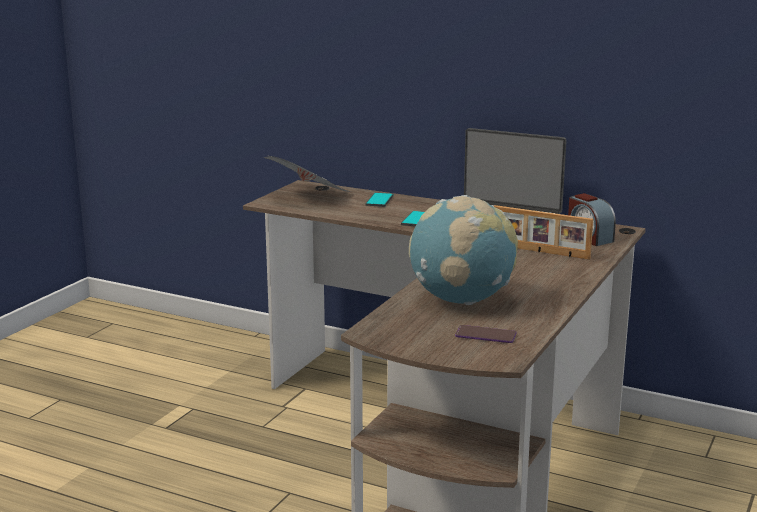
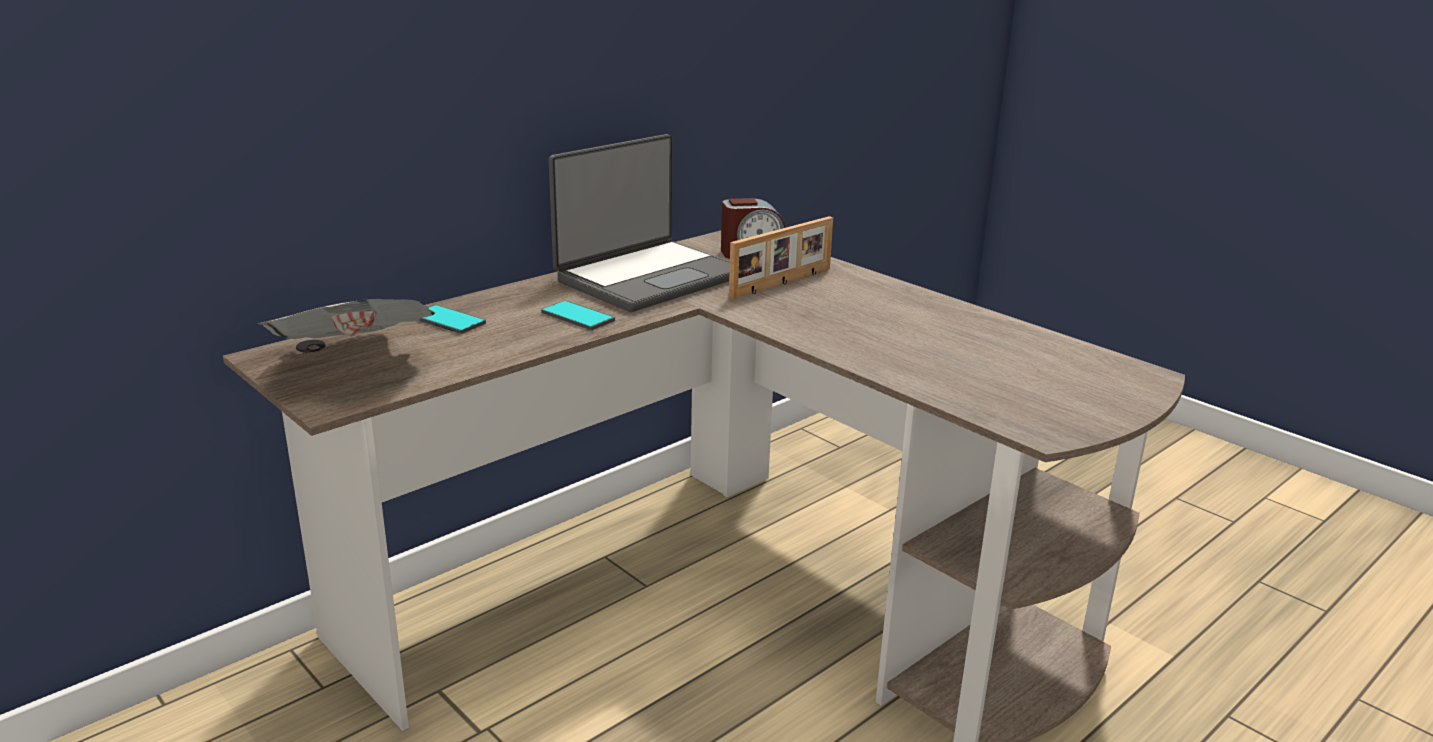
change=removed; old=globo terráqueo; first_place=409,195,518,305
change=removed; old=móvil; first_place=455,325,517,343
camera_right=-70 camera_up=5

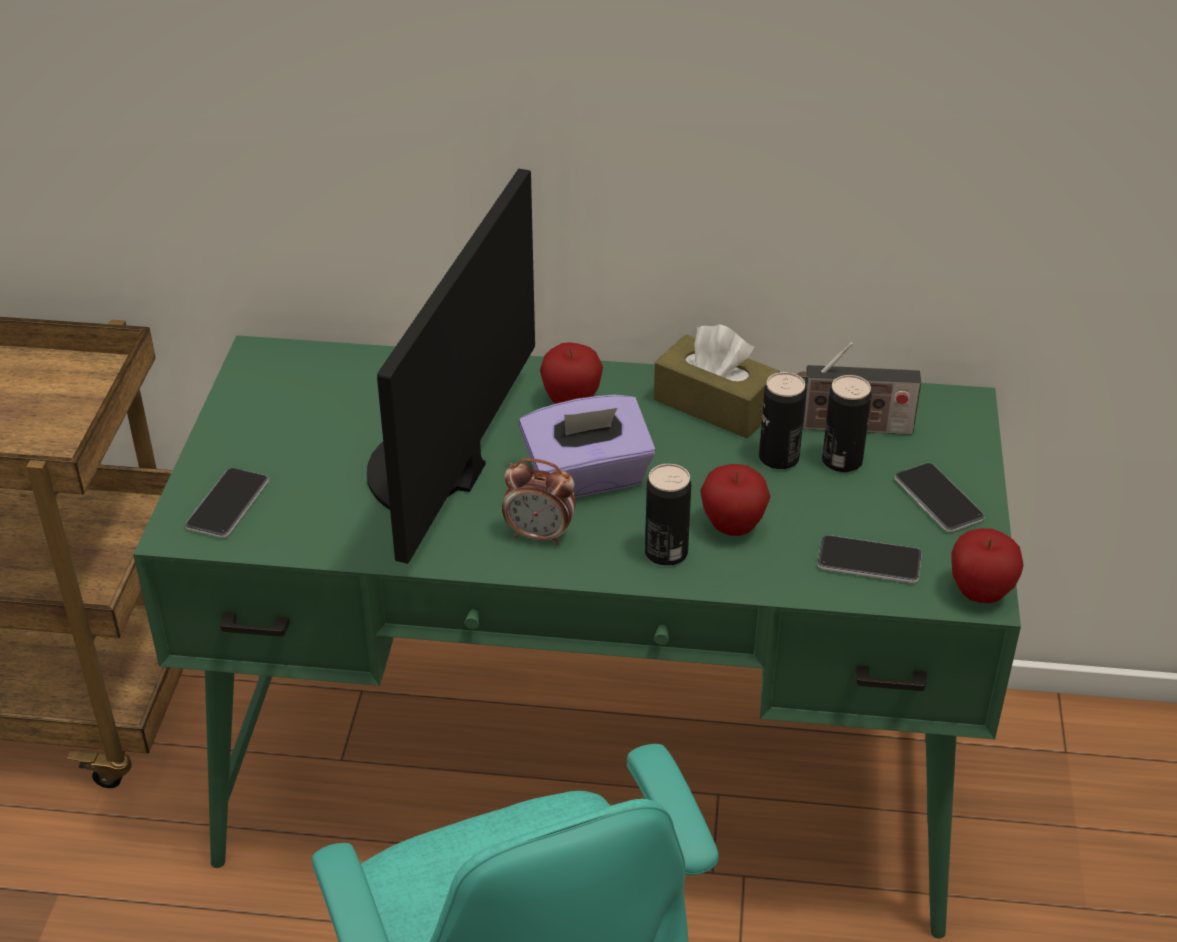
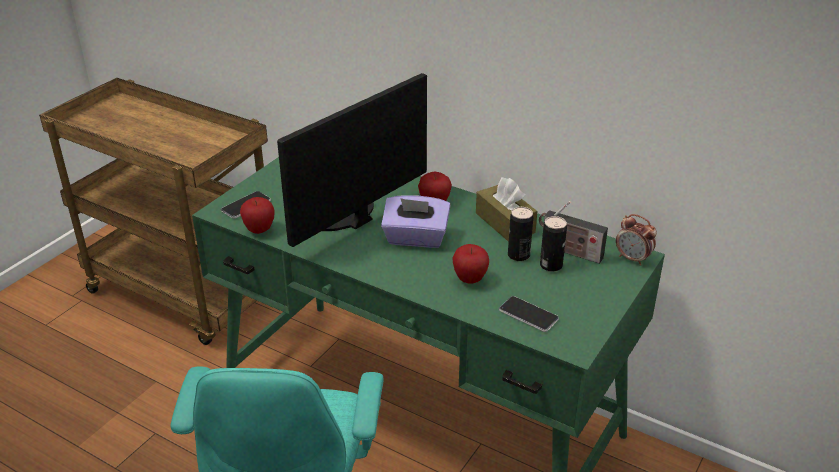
change=moved; old=manzana; first_place=951,528,1024,603; second_place=240,197,275,234
change=moved; old=despertador; first_place=502,458,576,545; second_place=616,214,657,266
change=removed; old=lata; first_place=645,464,691,566
change=removed; old=móvil; first_place=894,463,985,532
camera_right=25 camera_up=-5

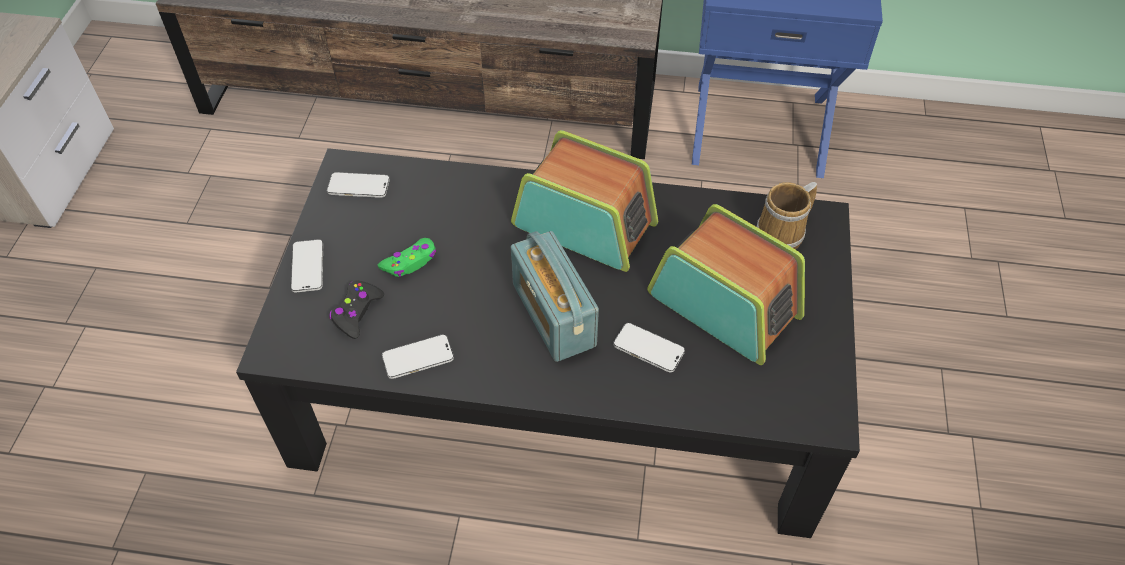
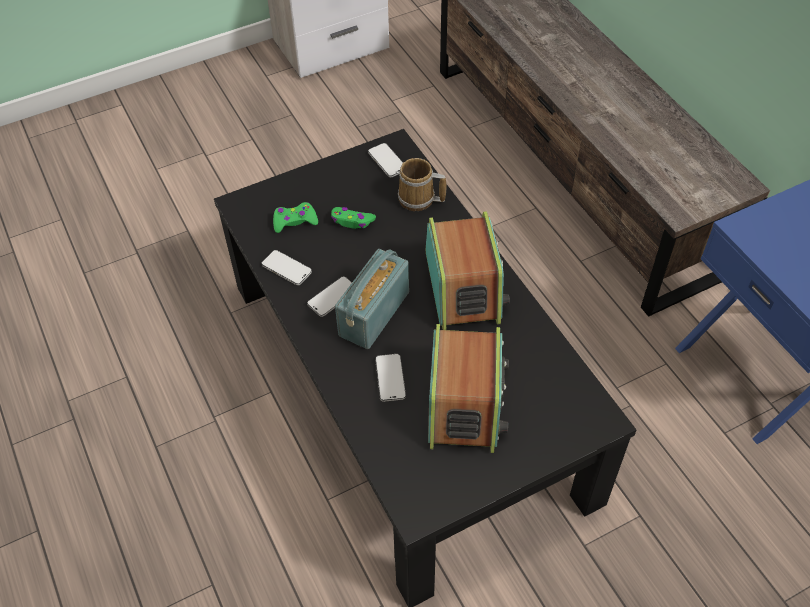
change=recoloured; old=mando de consola [negro]; new=mando de consola [verde]; first_place=330,280,384,339; second_place=273,202,318,233
change=moved; old=móvil; first_place=291,239,323,293; second_place=307,276,352,317
change=moved; old=taza grande; first_place=756,182,817,249; second_place=398,158,447,211
camera_right=55 camera_up=0

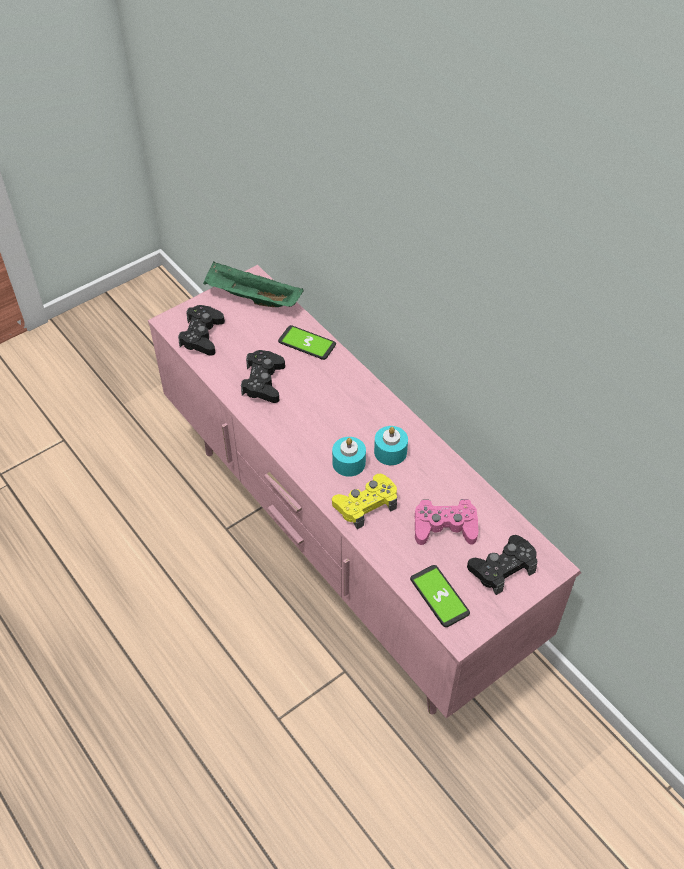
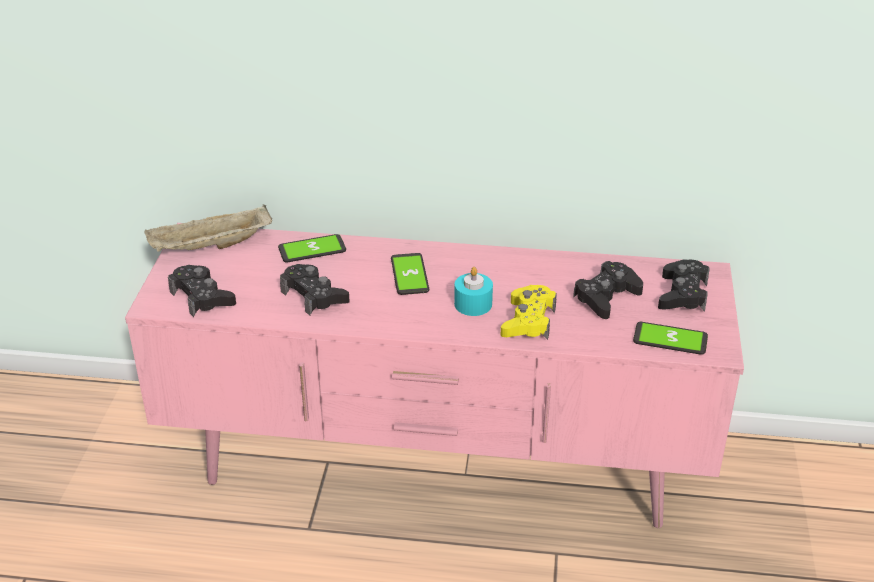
change=recoloured; old=bandeja [verde]; new=bandeja [beis]; first_place=203,262,304,307; second_place=144,205,272,252
change=added; new=móvil; second_place=391,253,429,295
change=recoloured; old=mando de consola [rosa]; new=mando de consola [negro]; first_place=415,499,479,545; second_place=573,261,643,319
change=removed; old=vela [turquesa]; first_place=374,426,408,465
camera_right=-45 camera_up=-15

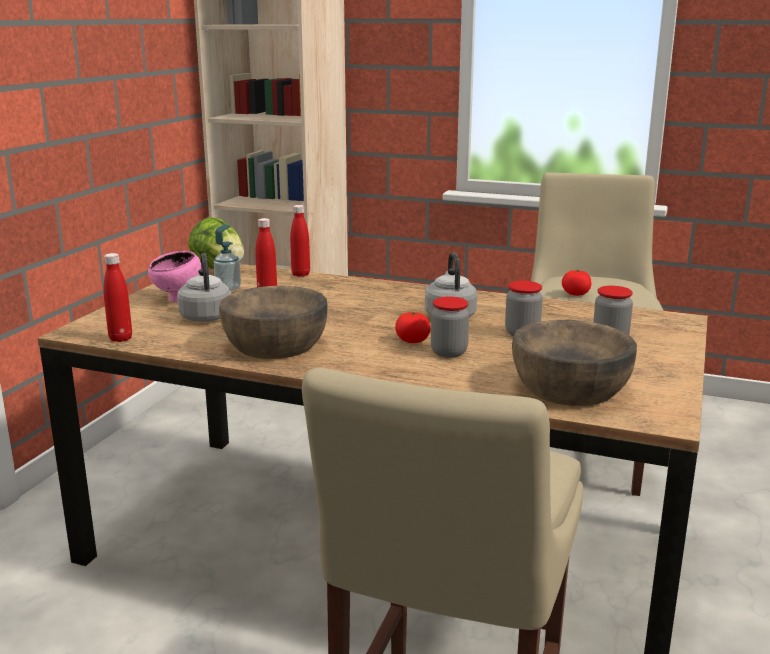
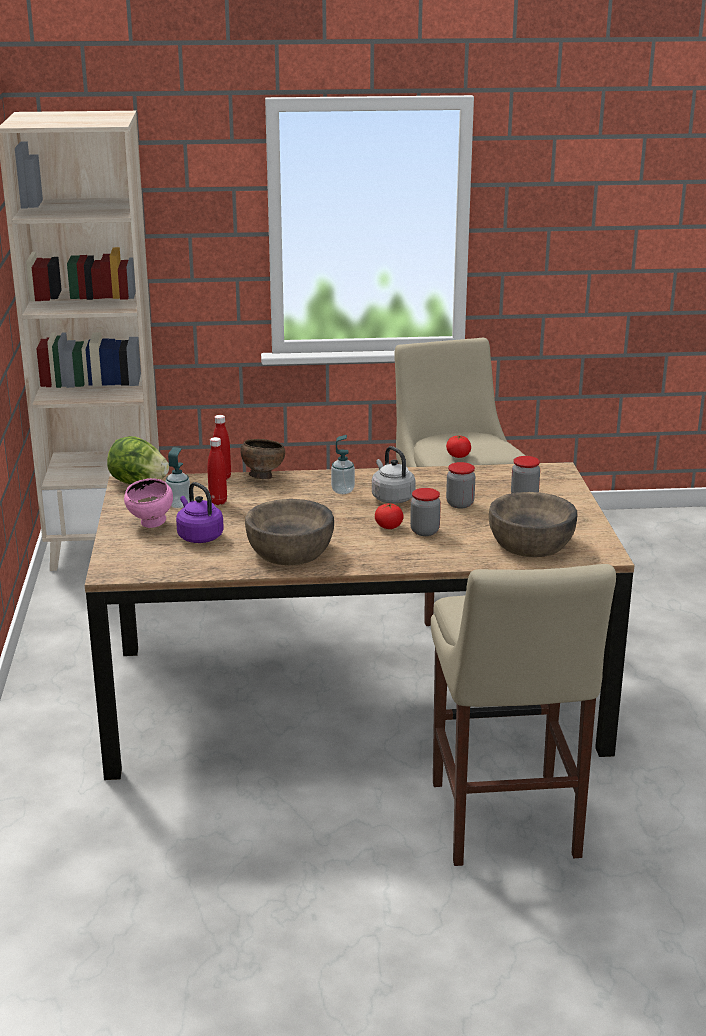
change=recoloured; old=hervidor [gris]; new=hervidor [morado]; first_place=177,253,231,322; second_place=176,482,224,543
change=added; new=cuenco [marrón]; second_place=240,439,285,479
change=added; new=dispensador de jabón; second_place=331,435,355,494
change=removed; old=botella [rojo]; first_place=103,253,132,342
camera_right=-25 camera_up=5

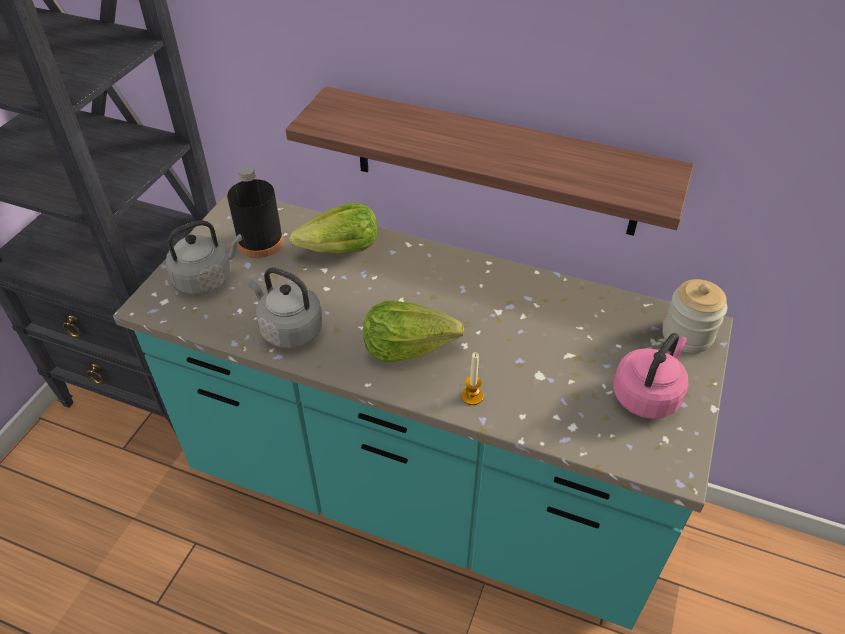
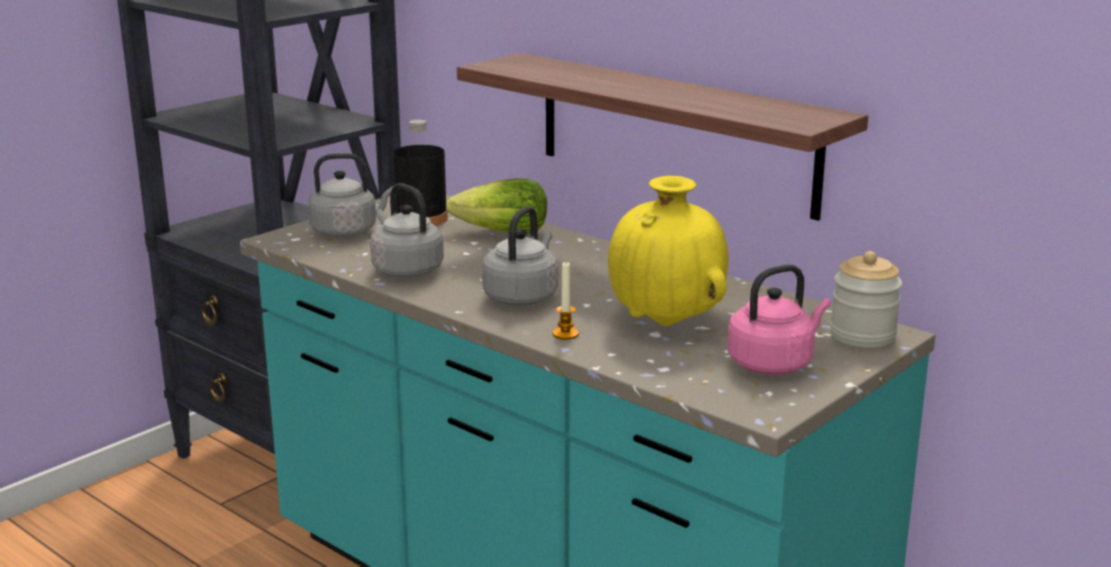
change=replaced; old=lechuga; new=hervidor [gris]; first_place=363,301,464,362; second_place=482,206,558,306
change=added; new=florero [amarillo]; second_place=608,176,729,326
camera_right=20 camera_up=-25

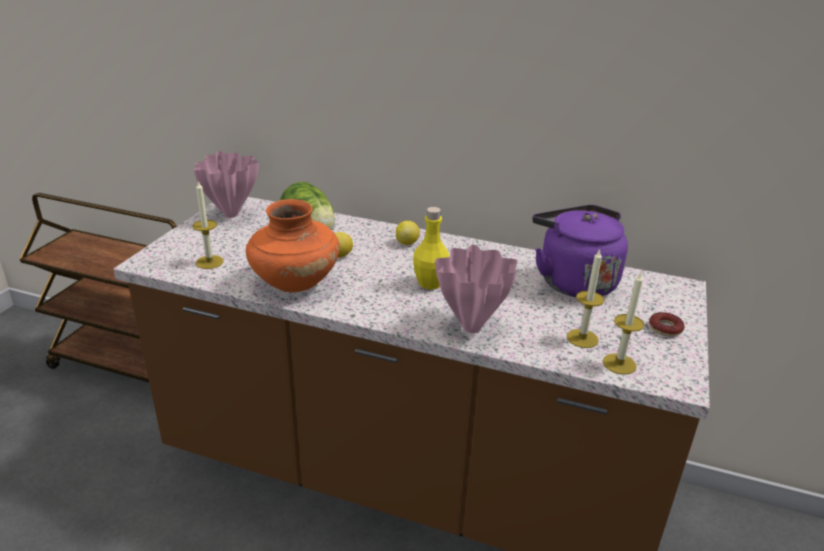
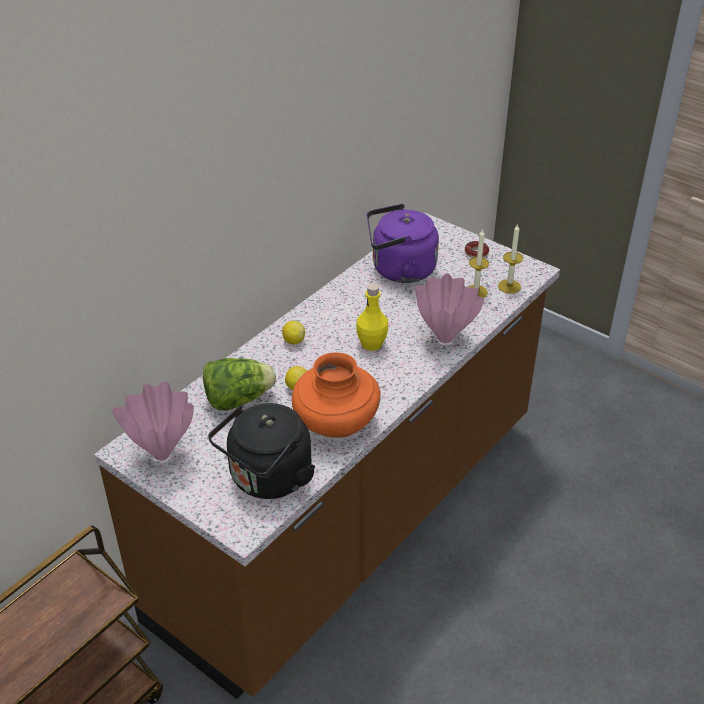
change=replaced; old=vela; new=hervidor [negro]; first_place=192,180,224,269; second_place=208,403,315,499
camera_right=-70 camera_up=10

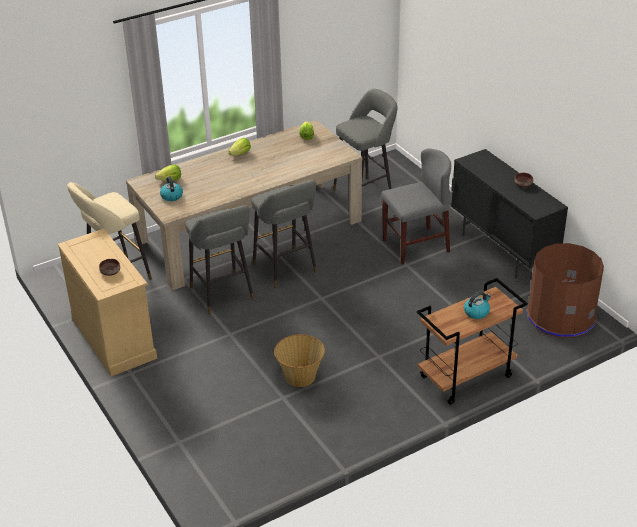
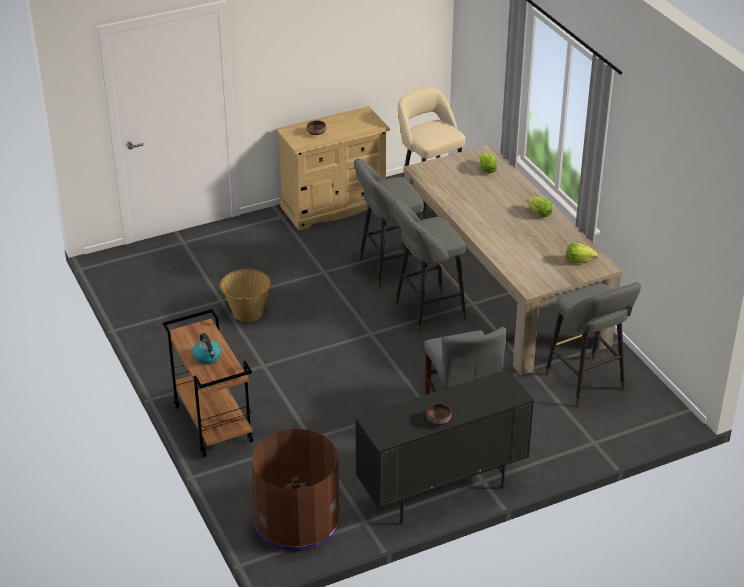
change=removed; old=hervidor; first_place=160,177,183,201
camera_right=95 camera_up=0

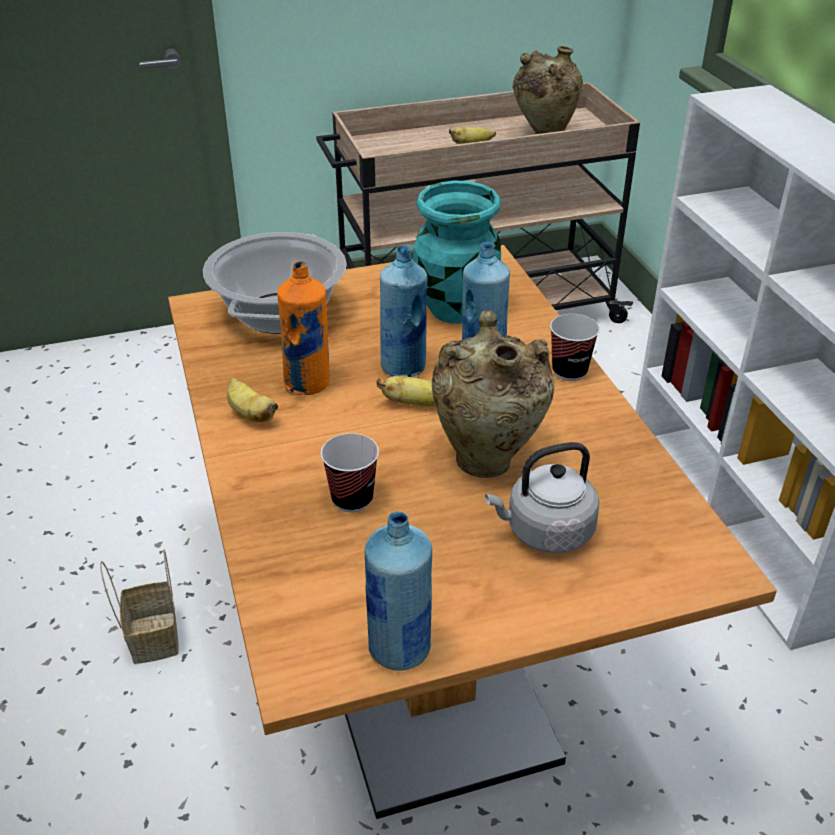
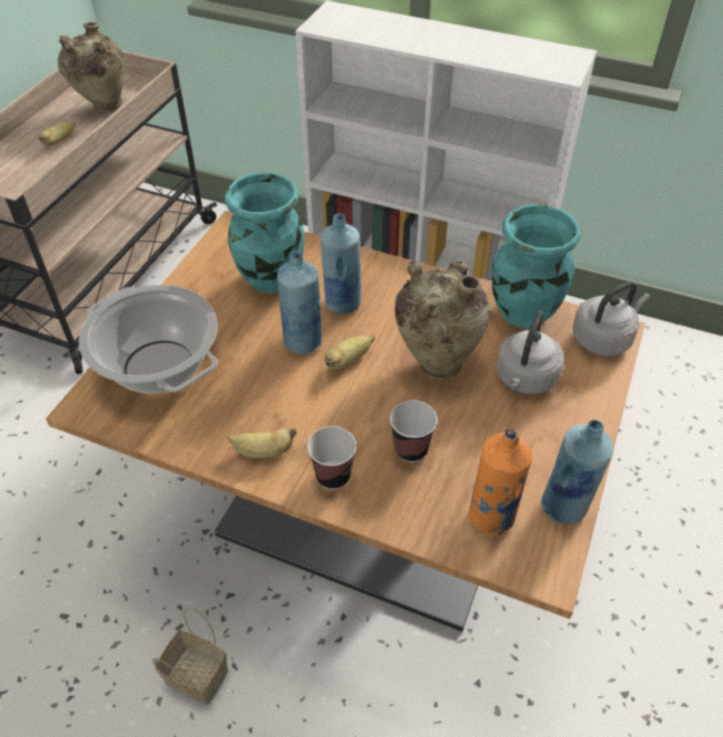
change=moved; old=taza; first_place=550,314,600,381; second_place=307,426,356,490
change=moved; old=botella [naranja]; first_place=277,261,330,395; second_place=469,428,532,535
change=added; new=florero [turquesa]; second_place=492,204,581,329
change=added; new=hervidor [gris]; second_place=573,281,650,356
camera_right=-50 camera_up=10

